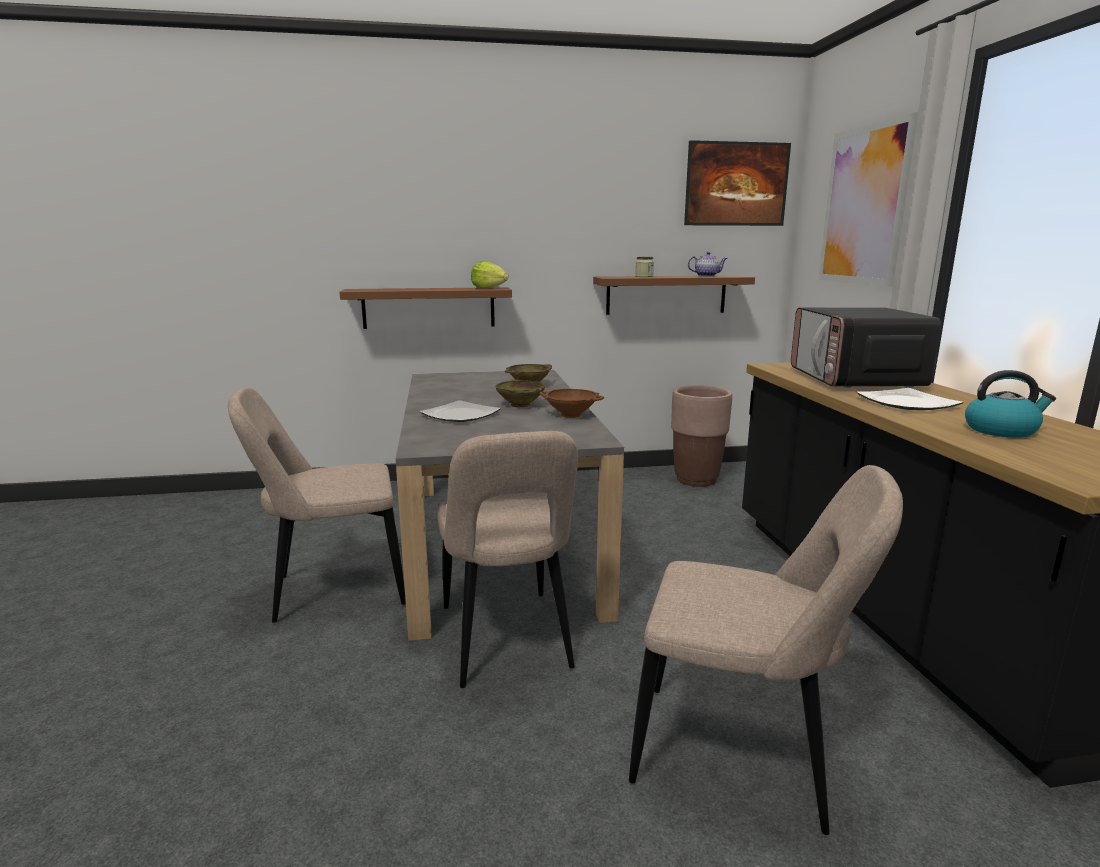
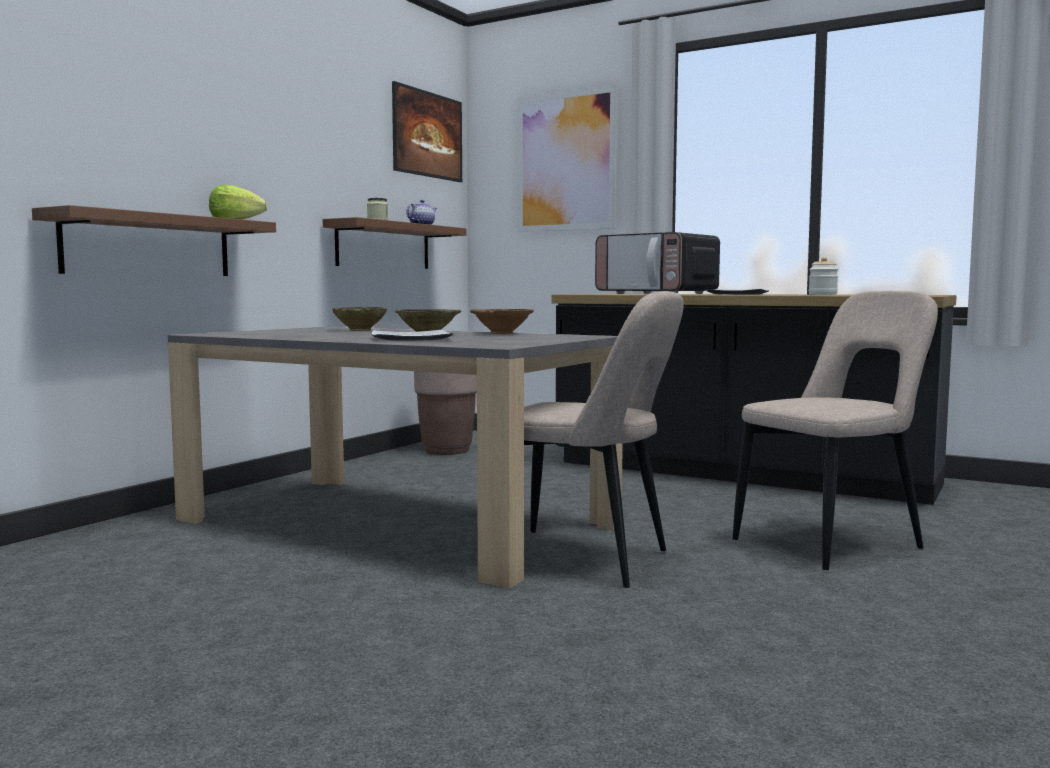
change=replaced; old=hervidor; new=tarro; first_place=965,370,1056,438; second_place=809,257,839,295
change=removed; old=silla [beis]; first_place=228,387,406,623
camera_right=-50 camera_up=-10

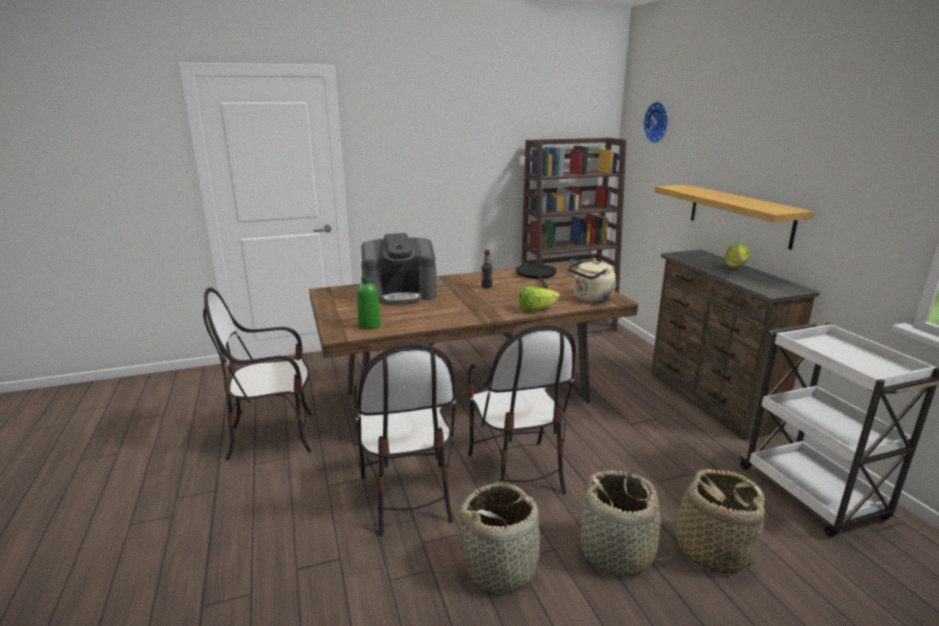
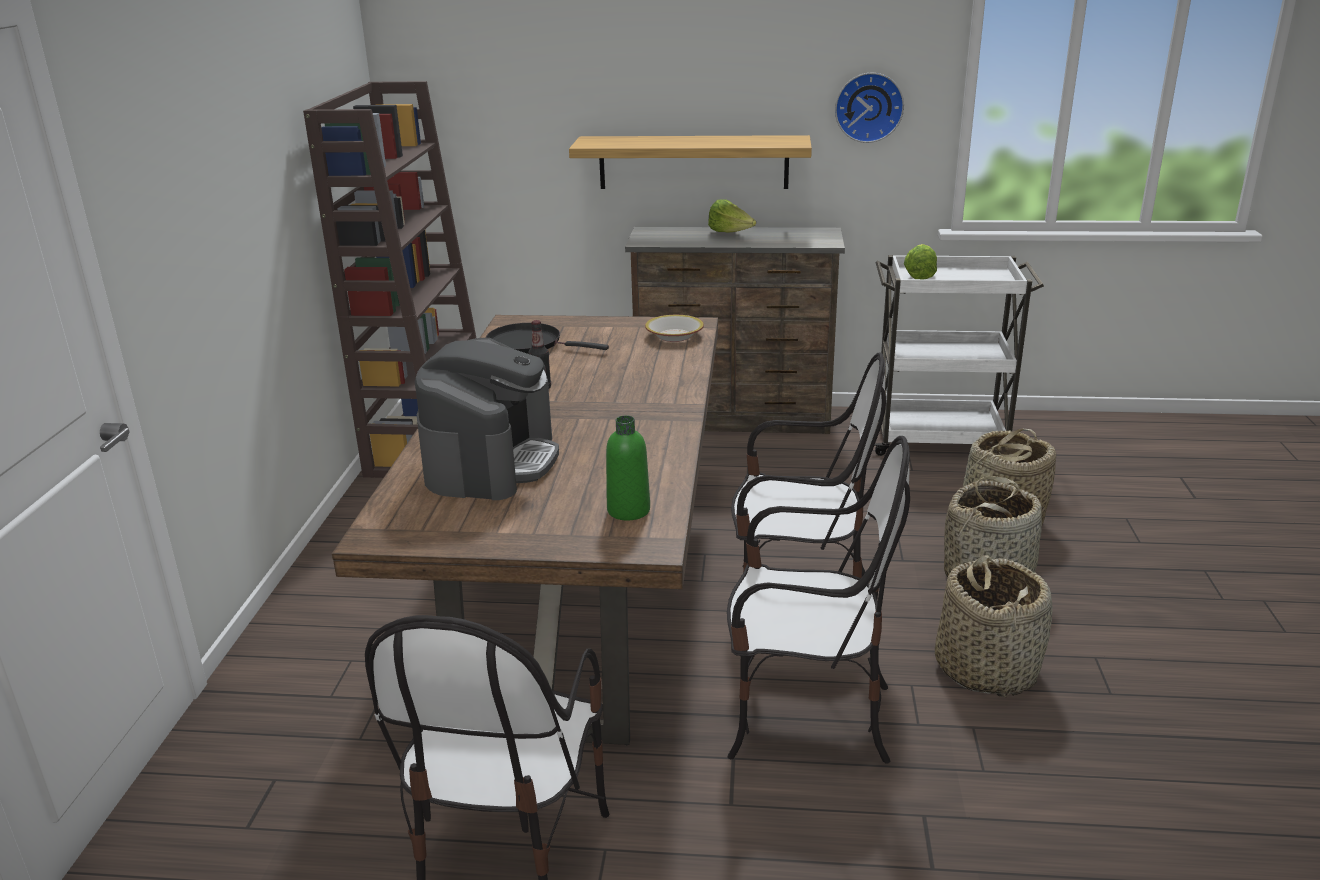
change=replaced; old=hervidor [beis]; new=cuenco; first_place=567,259,617,303; second_place=645,315,704,342
change=moved; old=reloj de pared; first_place=643,102,668,144; second_place=835,73,904,143
change=moved; old=lechuga; first_place=519,286,560,311; second_place=904,244,937,279
camera_right=-65 camera_up=5

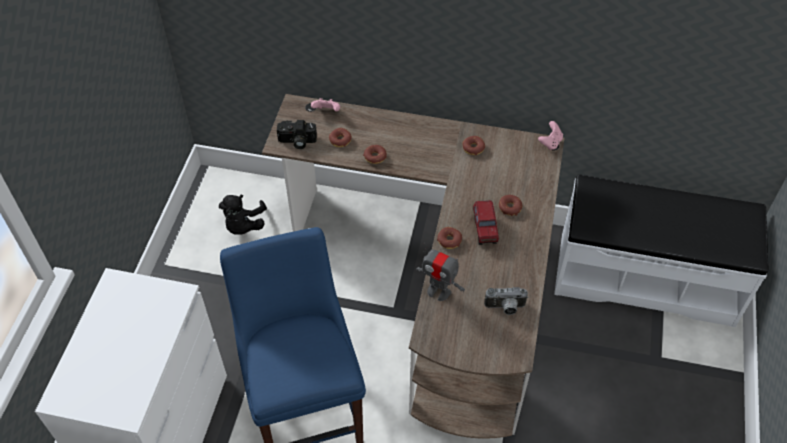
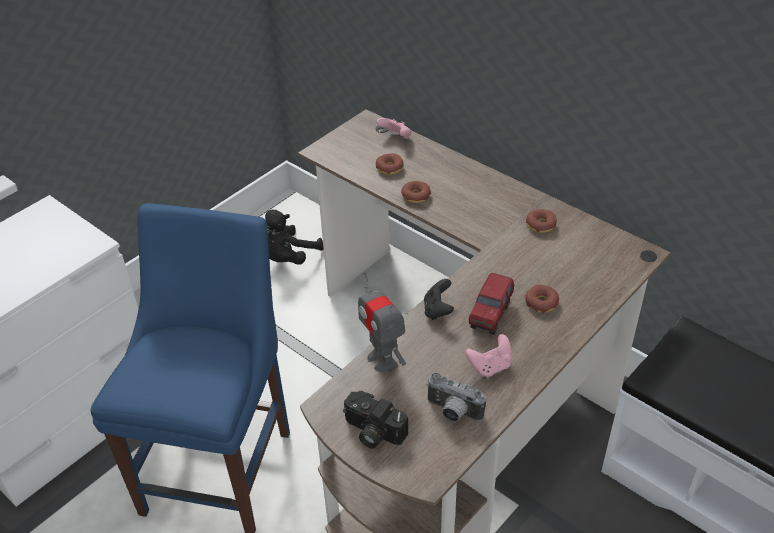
change=moved; old=cámara; first_place=277,120,317,149; second_place=343,391,408,449
change=replaced; old=rosquilla; new=mando de consola [negro]; first_place=437,227,462,249; second_place=424,279,454,320
change=moved; old=mando de consola [rosa]; first_place=538,121,563,150; second_place=466,334,512,377
camera_right=30 camera_up=-10

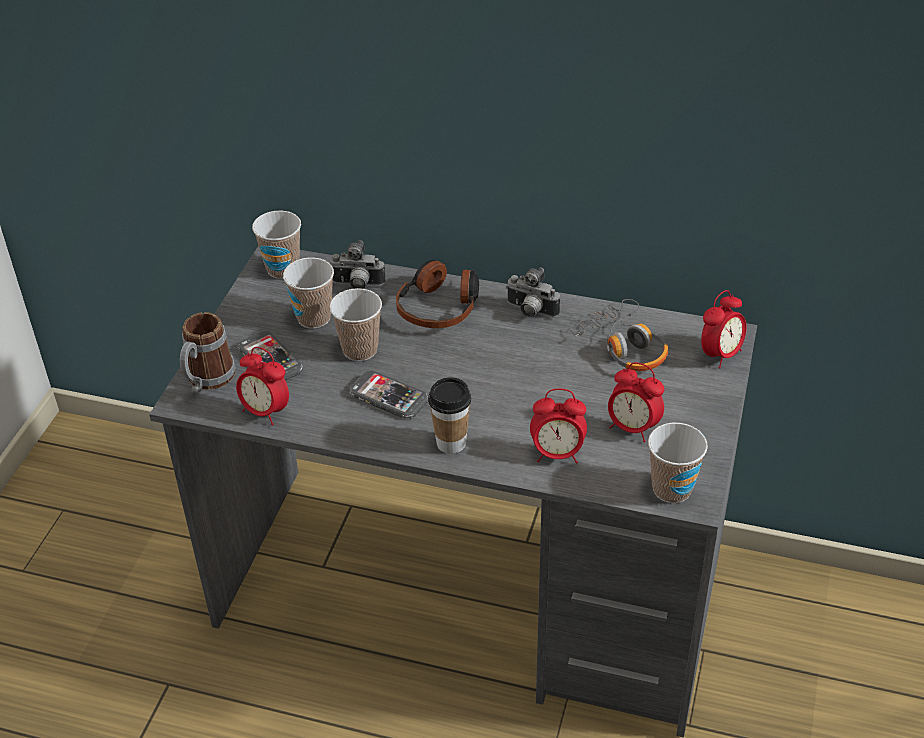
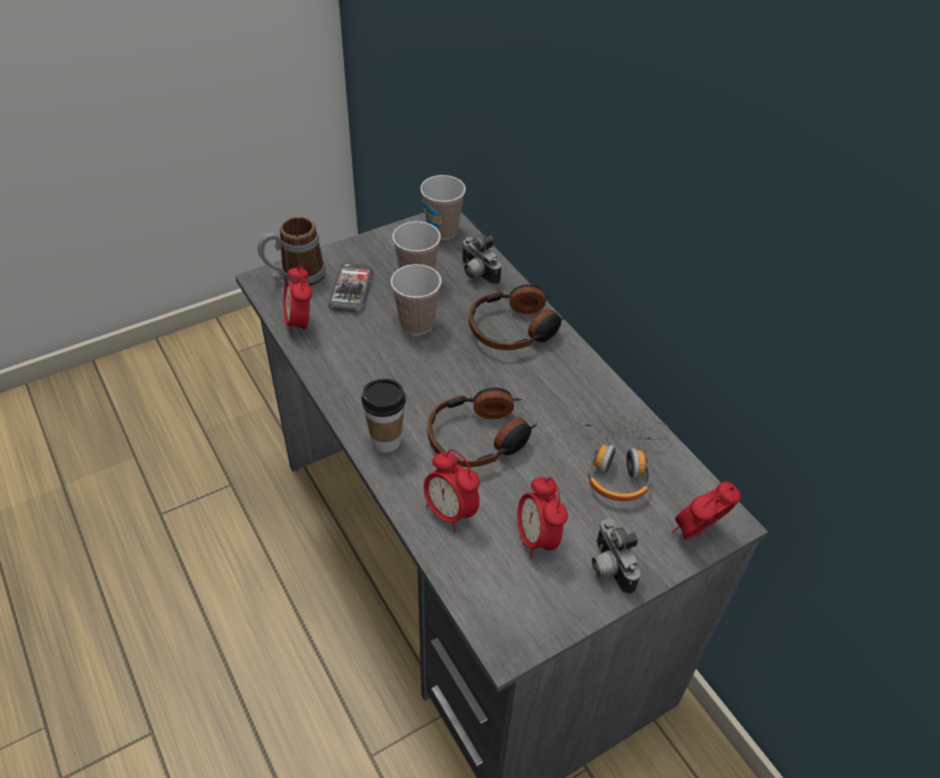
change=added; new=auriculares; second_place=427,387,537,468
change=moved; old=cámara; first_place=506,267,560,317; second_place=592,519,640,595
change=turned; old=despertador; first_place=701,290,747,368; second_place=672,482,741,540; degrees=150
change=removed; old=móvil; first_place=350,370,428,419
change=removed; old=taza; first_place=648,423,708,503
camera_right=40 camera_up=5

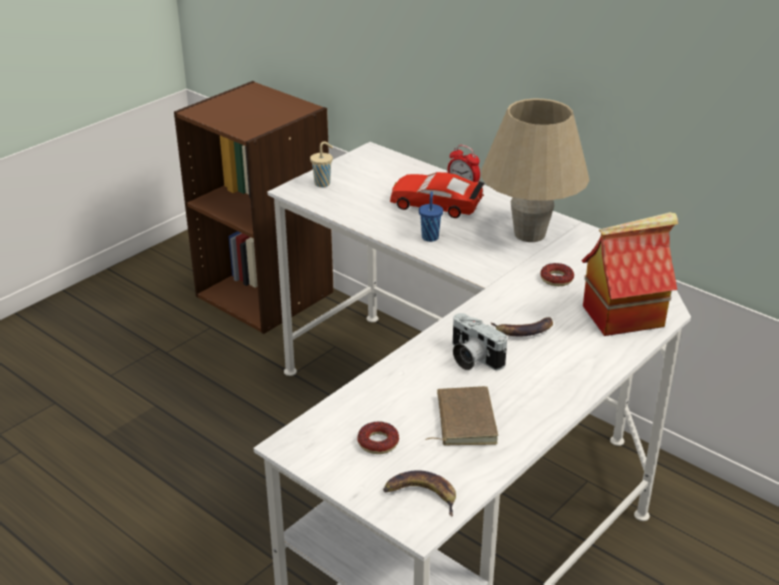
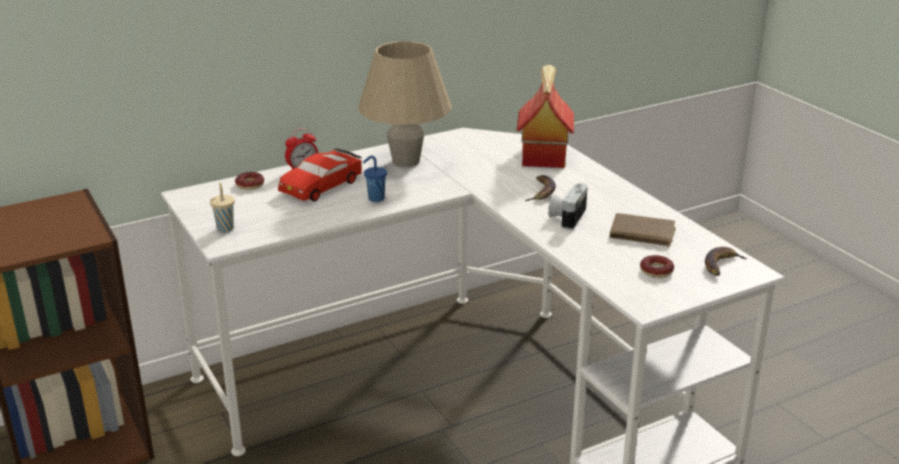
change=moved; old=rosquilla; first_place=540,263,574,286; second_place=235,172,264,190
change=turned; old=cámara; first_place=453,313,507,370; second_place=548,183,588,230; degrees=135
camera_right=-70 camera_up=-5

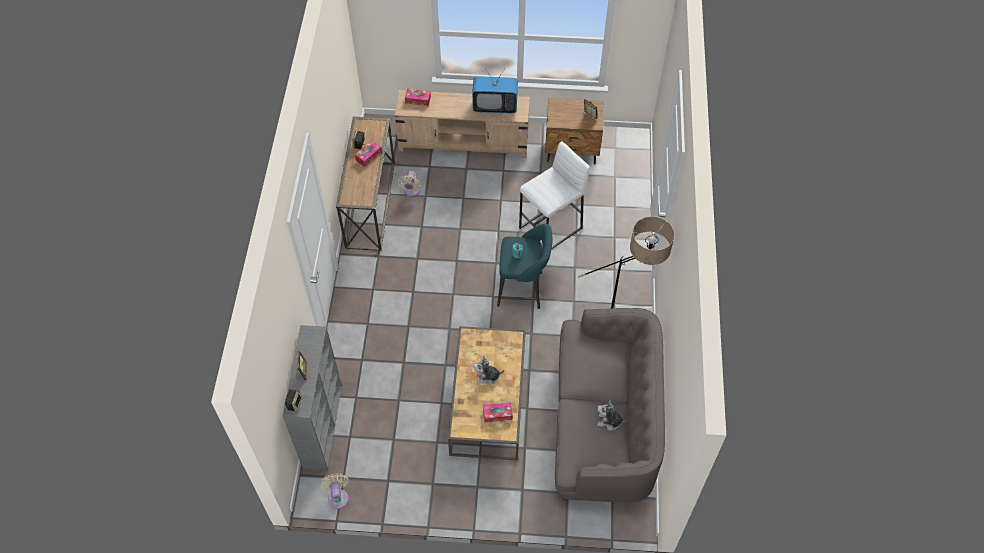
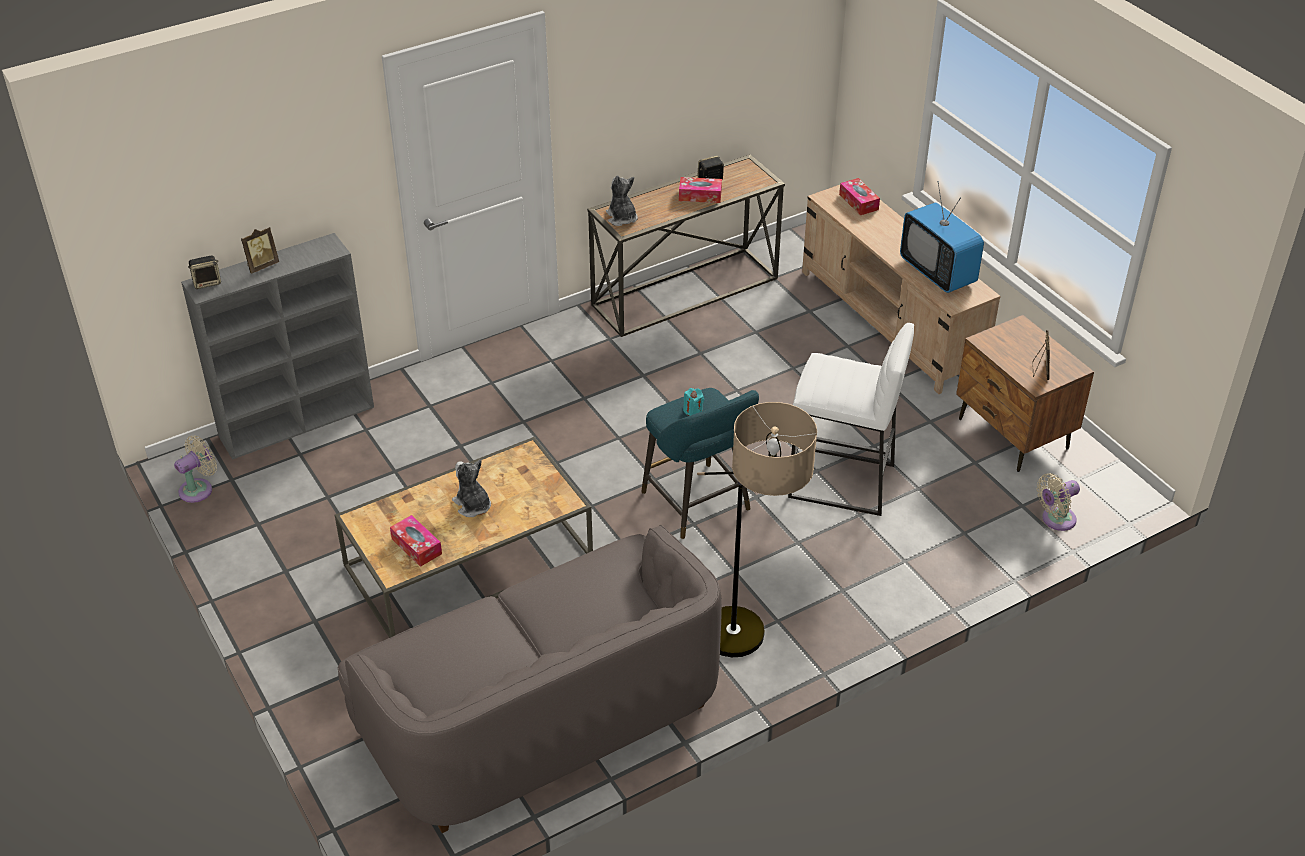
change=moved; old=peluche; first_place=597,399,628,430; second_place=606,175,638,226
change=moved; old=ventilador [beis]; first_place=398,171,421,197; second_place=1037,473,1080,531
camera_right=55 camera_up=-15

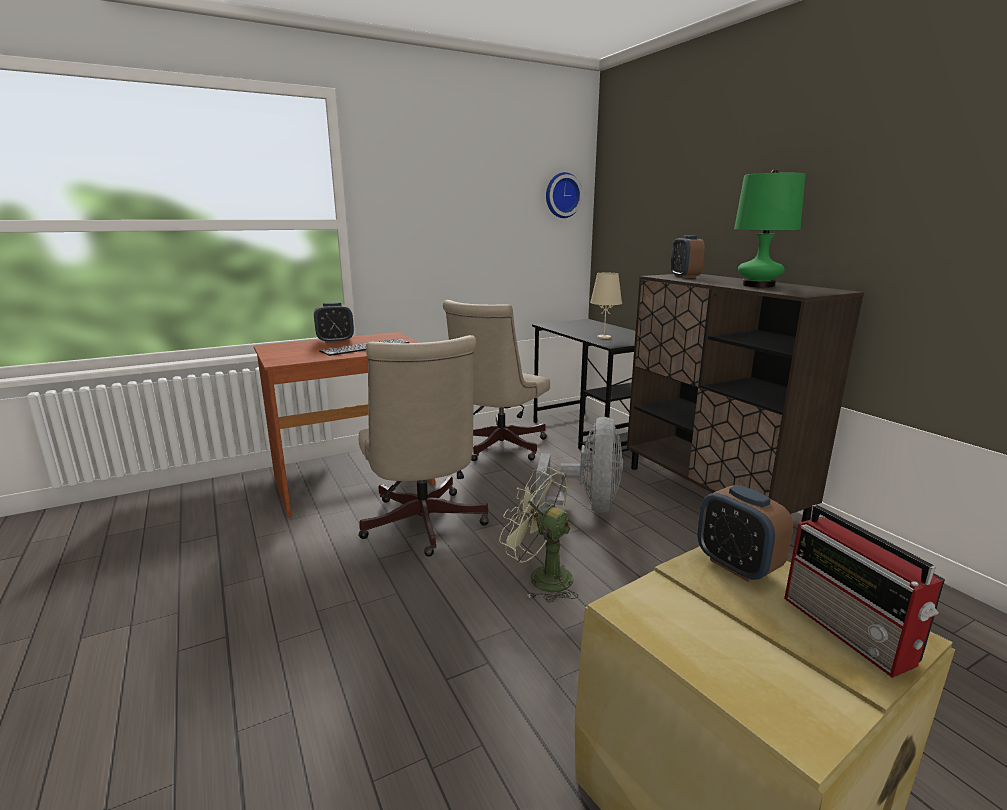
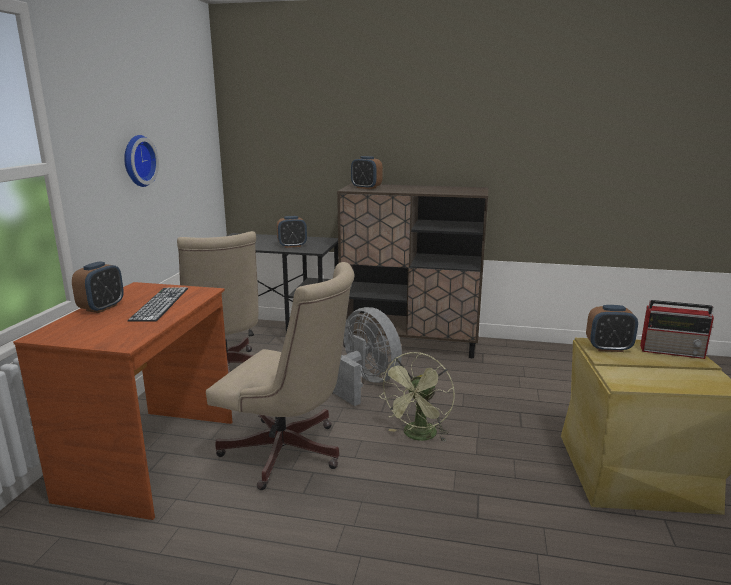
change=moved; old=reloj de pared; first_place=546,172,583,218; second_place=124,135,159,187
change=replaced; old=lámpara de mesa [beis]; new=despertador; first_place=590,273,622,339; second_place=277,216,307,248
change=turned; old=ventilador [verde]; first_place=499,467,578,603; second_place=378,352,455,442; degrees=-45
change=removed; old=lámpara de mesa [verde]; first_place=734,170,806,288
camera_right=-50 camera_up=0

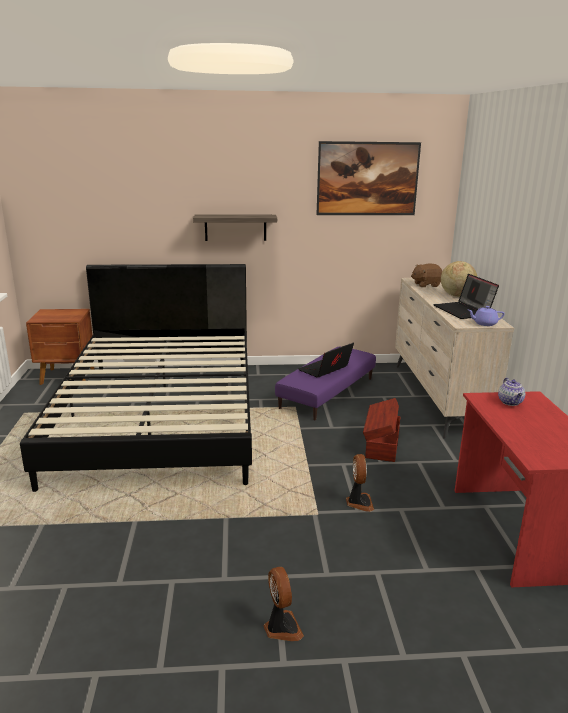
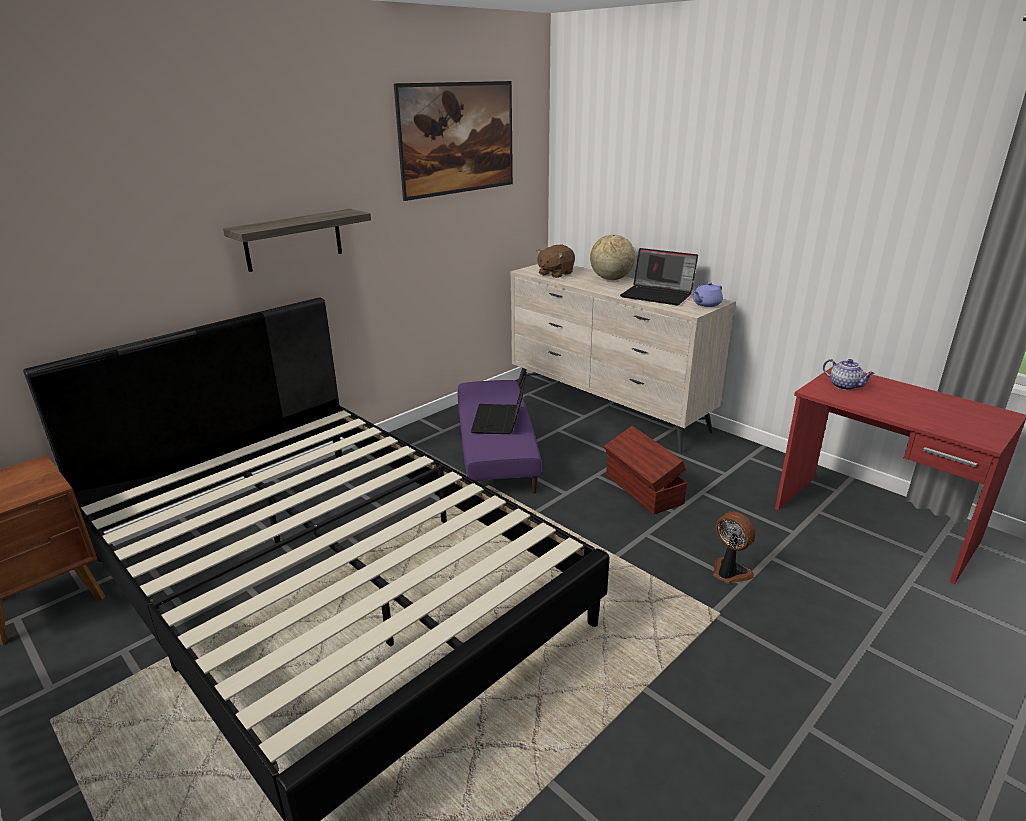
change=removed; old=ventilador; first_place=264,567,304,641
camera_right=-40 camera_up=5

